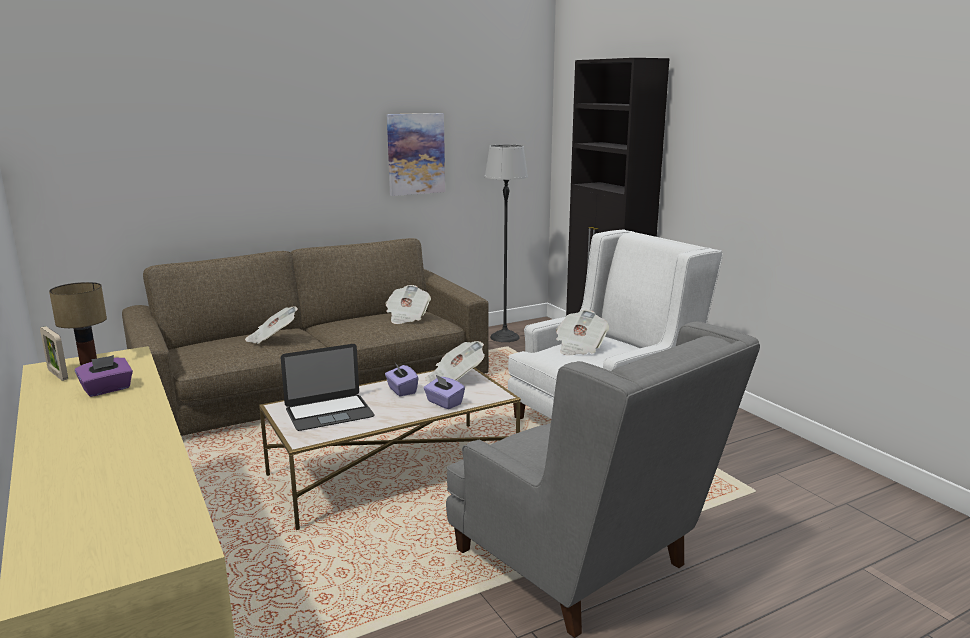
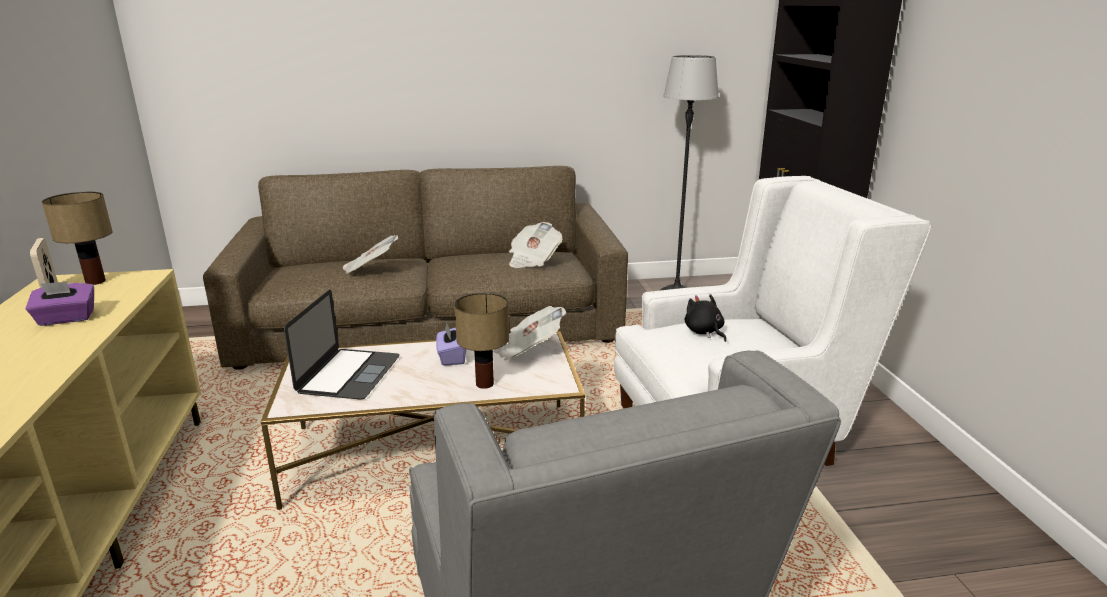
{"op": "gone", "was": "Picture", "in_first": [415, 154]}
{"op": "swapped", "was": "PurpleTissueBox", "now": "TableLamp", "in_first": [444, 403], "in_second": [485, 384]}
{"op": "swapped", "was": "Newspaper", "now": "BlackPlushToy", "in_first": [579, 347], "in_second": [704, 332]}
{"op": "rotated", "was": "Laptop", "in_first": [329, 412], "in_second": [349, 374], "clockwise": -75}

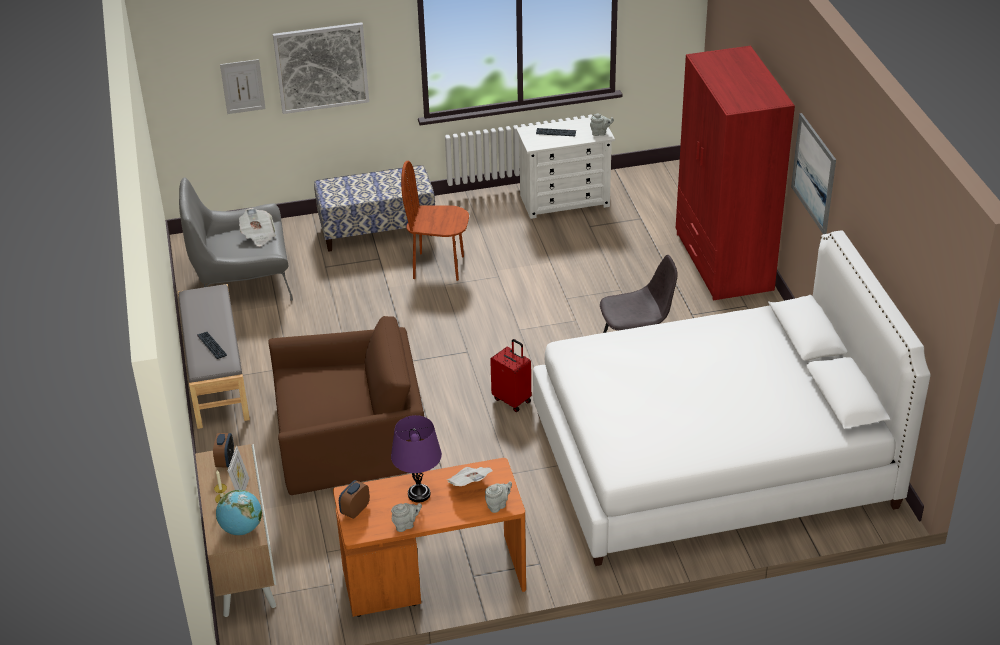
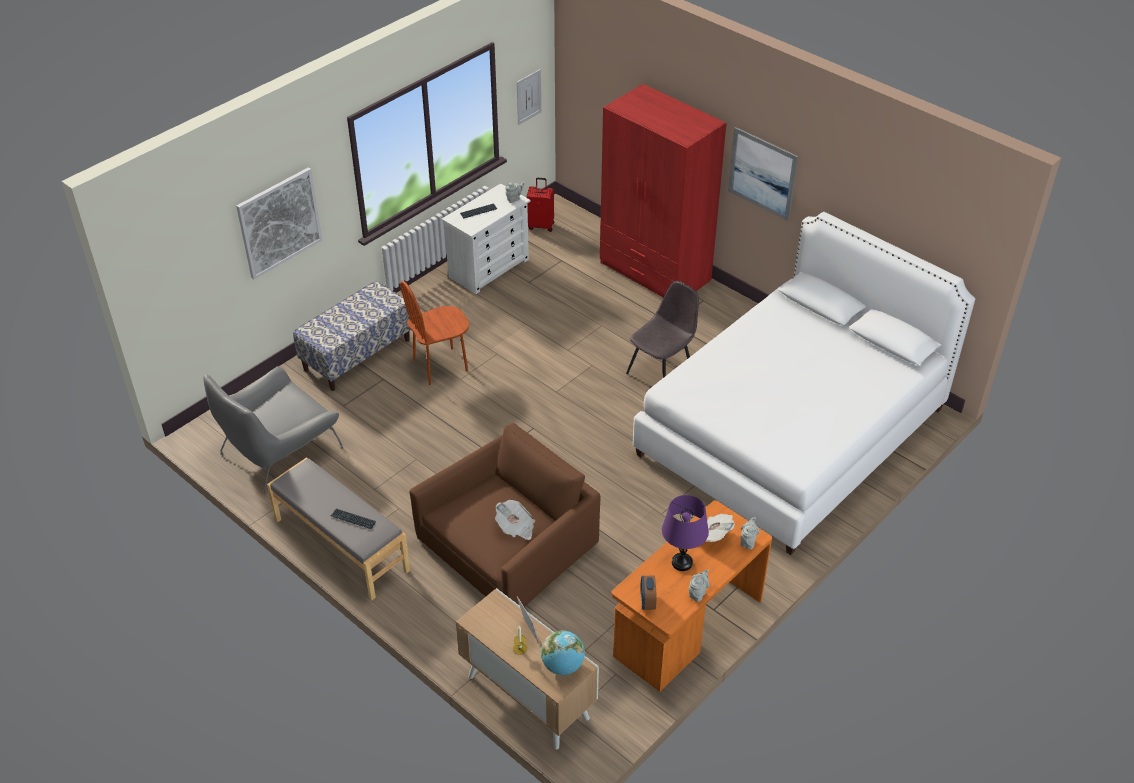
{"op": "gone", "was": "AlarmClock", "in_first": [225, 461]}
{"op": "shifted", "was": "Picture", "in_first": [242, 86], "in_second": [528, 97]}
{"op": "shifted", "was": "Newspaper", "in_first": [258, 235], "in_second": [515, 527]}
{"op": "shifted", "was": "RedSuitcase", "in_first": [512, 400], "in_second": [541, 225]}

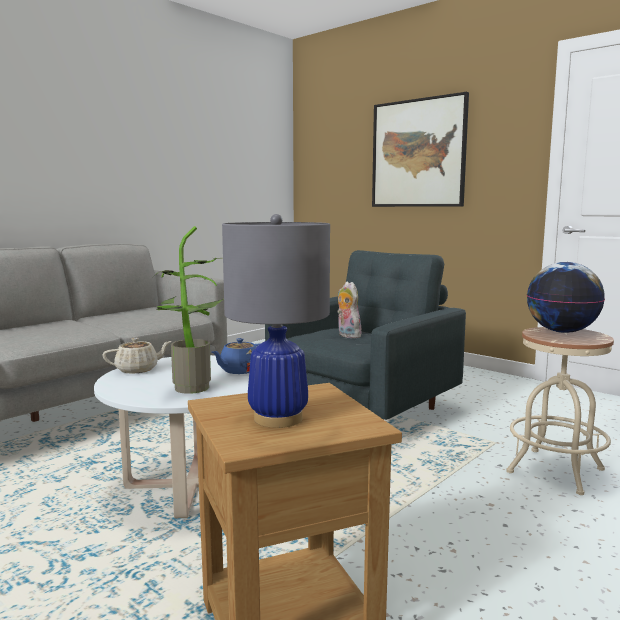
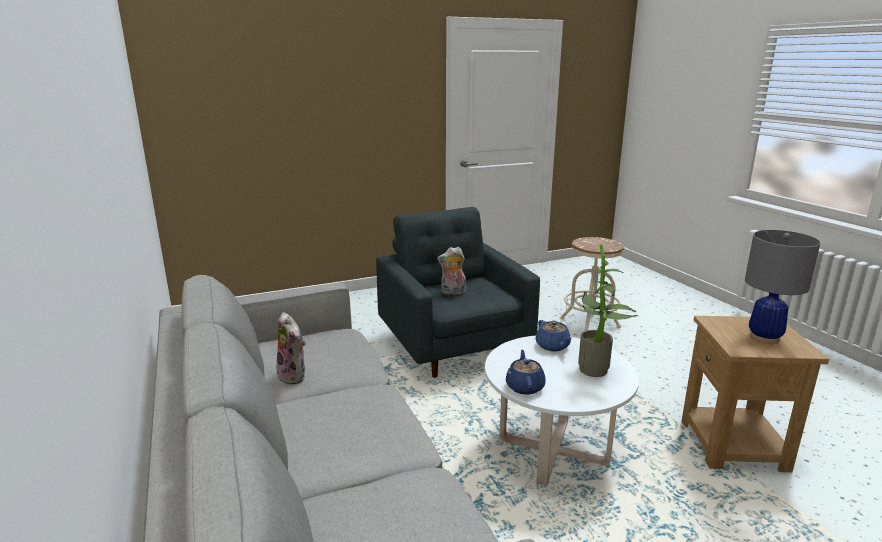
{"op": "gone", "was": "Picture", "in_first": [418, 153]}
{"op": "gone", "was": "Globe", "in_first": [562, 331]}
{"op": "new", "now": "PlushToy", "in_second": [294, 376]}
{"op": "repainted", "was": "BeigeTeapot", "now": "BlueTeapot", "in_first": [138, 369], "in_second": [525, 386]}

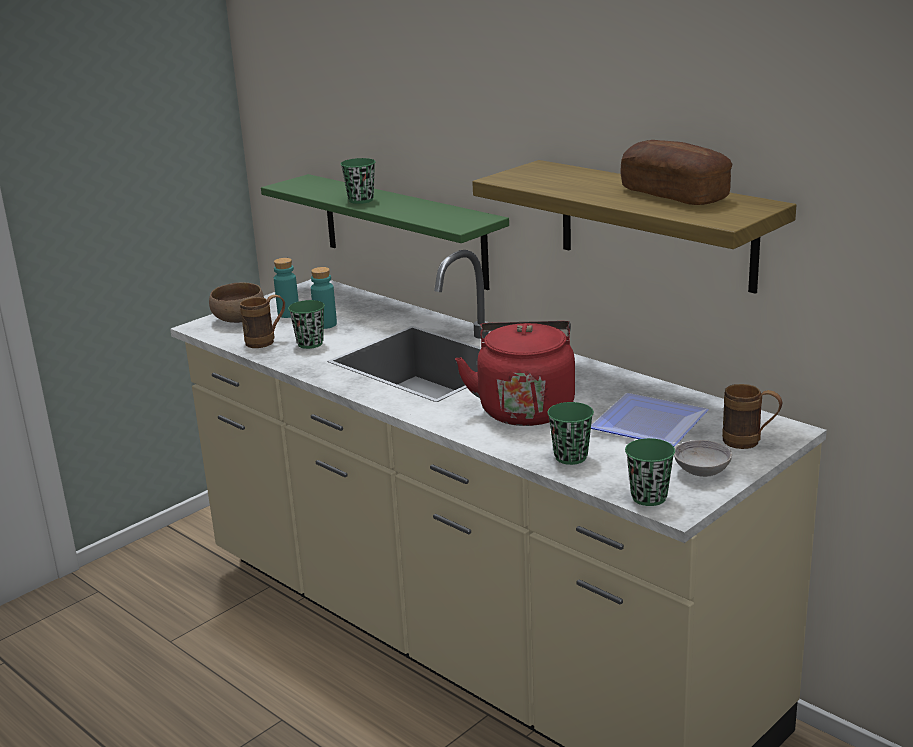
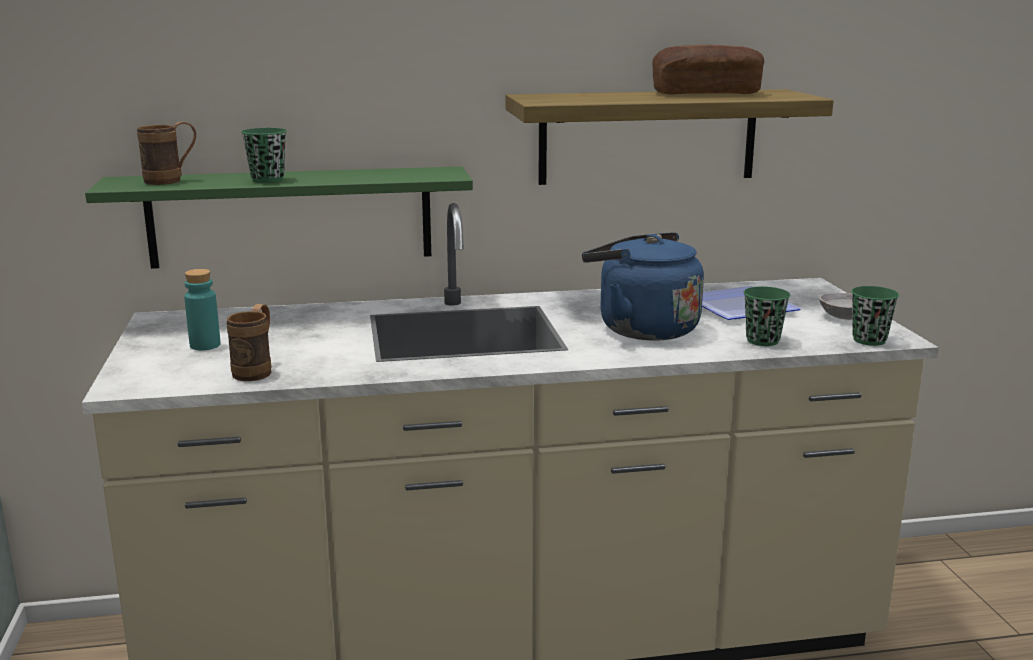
{"op": "gone", "was": "BrownBowl", "in_first": [239, 320]}
{"op": "gone", "was": "GreenCup", "in_first": [310, 344]}
{"op": "gone", "was": "TurquoiseBottle", "in_first": [325, 324]}
{"op": "shifted", "was": "BrownMug", "in_first": [750, 442], "in_second": [172, 181]}
{"op": "repainted", "was": "RedKettle", "now": "BlueKettle", "in_first": [525, 408], "in_second": [642, 329]}

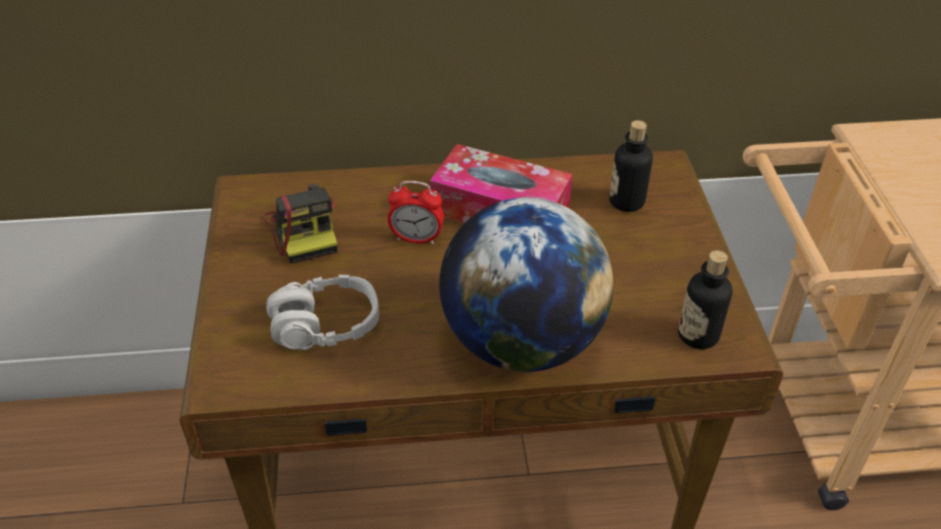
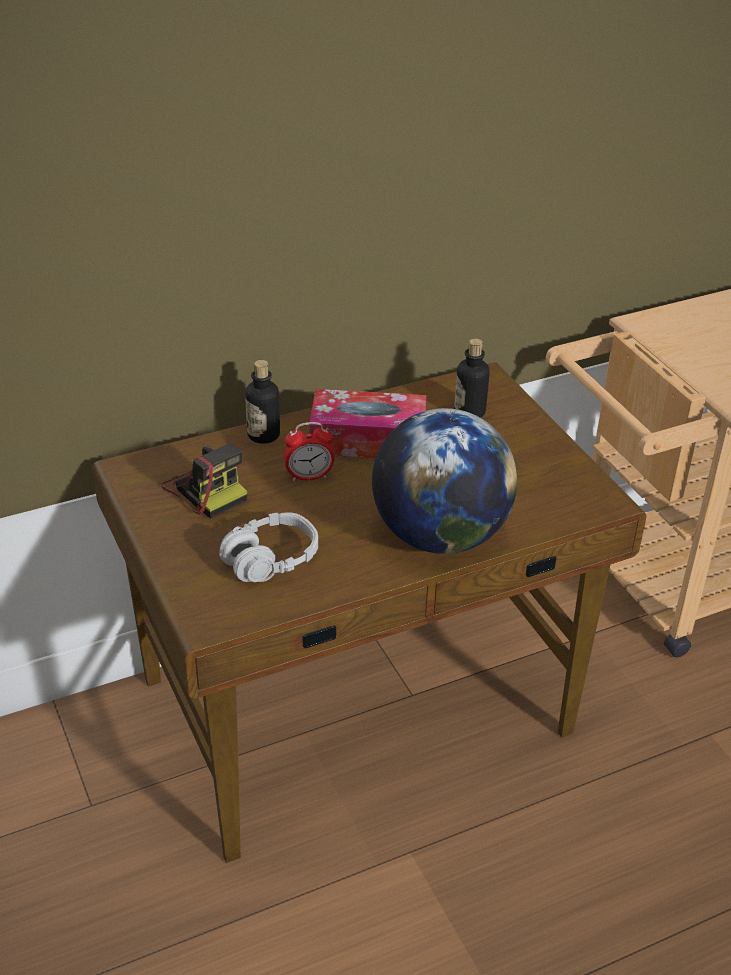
{"op": "shifted", "was": "Bottle", "in_first": [698, 335], "in_second": [263, 435]}

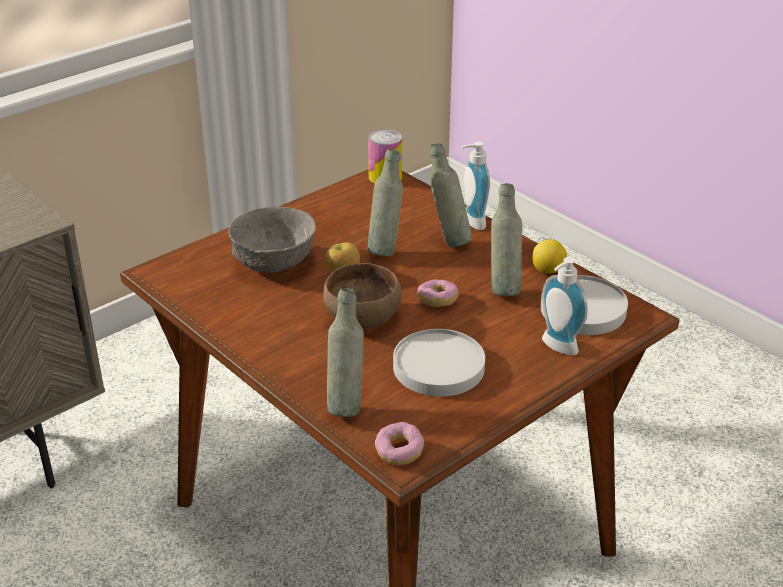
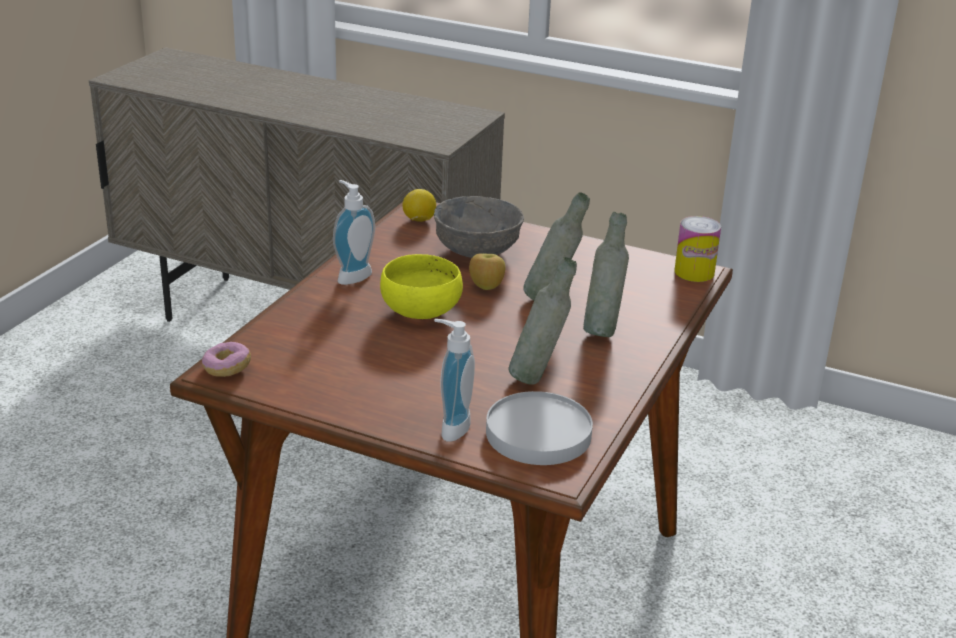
{"op": "gone", "was": "GreyBottle", "in_first": [346, 404]}
{"op": "gone", "was": "WhitePlate", "in_first": [439, 367]}
{"op": "gone", "was": "Donut", "in_first": [437, 300]}
{"op": "shifted", "was": "SoapDispenser", "in_first": [471, 222], "in_second": [351, 276]}
{"op": "shifted", "was": "Lemon", "in_first": [548, 271], "in_second": [419, 220]}
{"op": "repainted", "was": "BrownBowl", "now": "YellowBowl", "in_first": [361, 318], "in_second": [421, 311]}

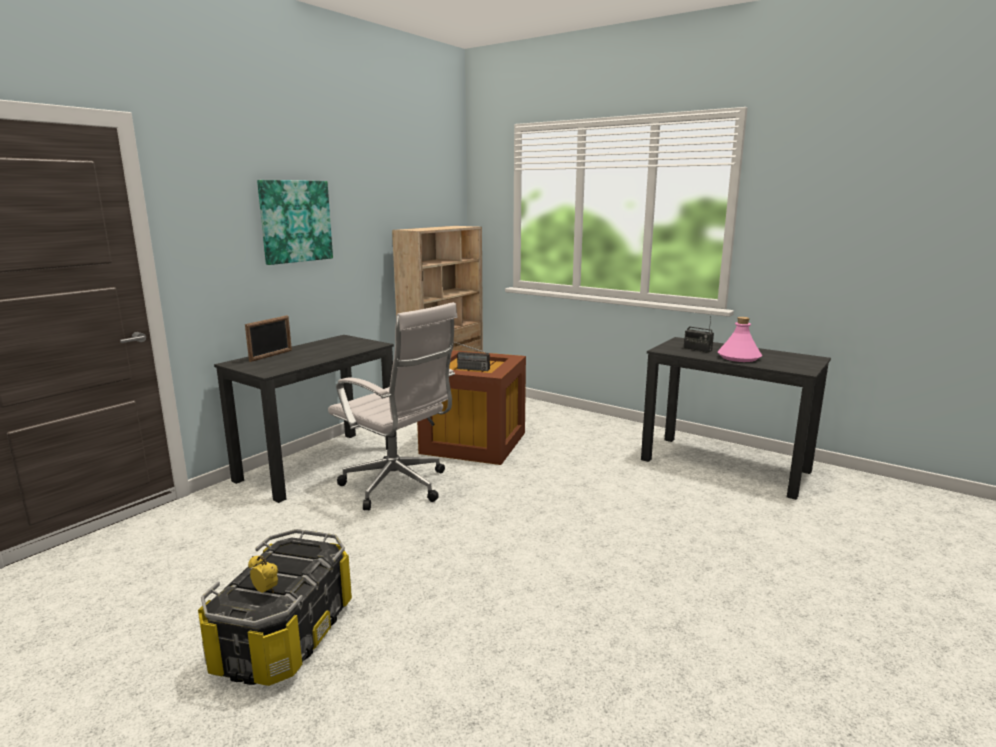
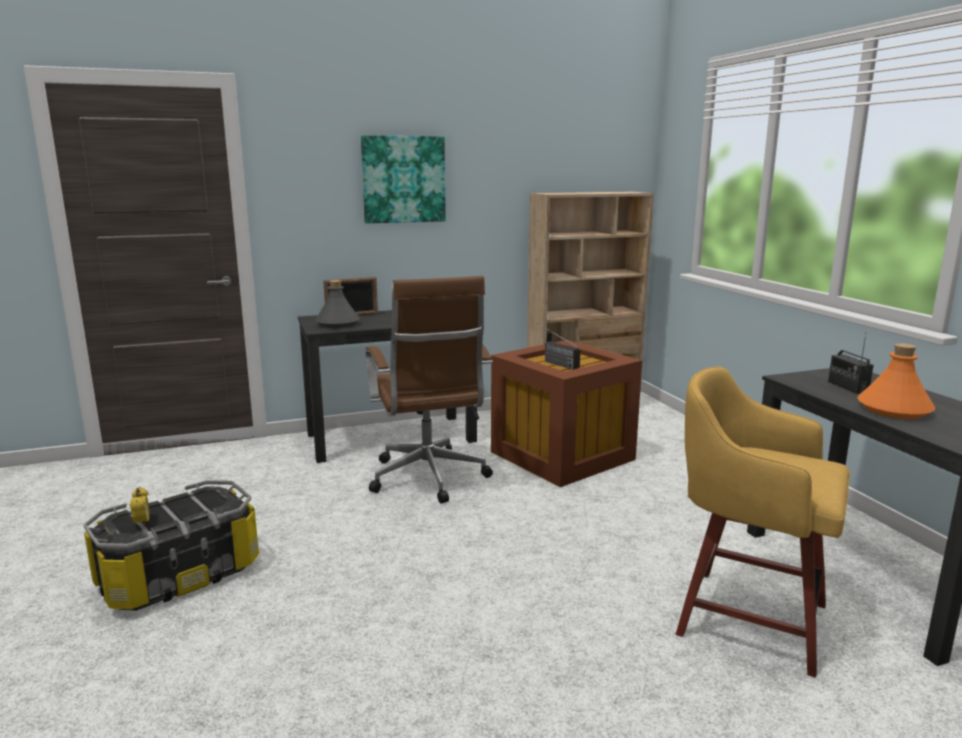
{"op": "new", "now": "GreyBottle", "in_second": [337, 324]}
{"op": "new", "now": "YellowStool", "in_second": [746, 617]}
{"op": "repainted", "was": "WhiteOfficeChair", "now": "BrownOfficeChair", "in_first": [398, 487], "in_second": [429, 479]}
{"op": "repainted", "was": "PinkBottle", "now": "OrangeBottle", "in_first": [738, 357], "in_second": [893, 409]}

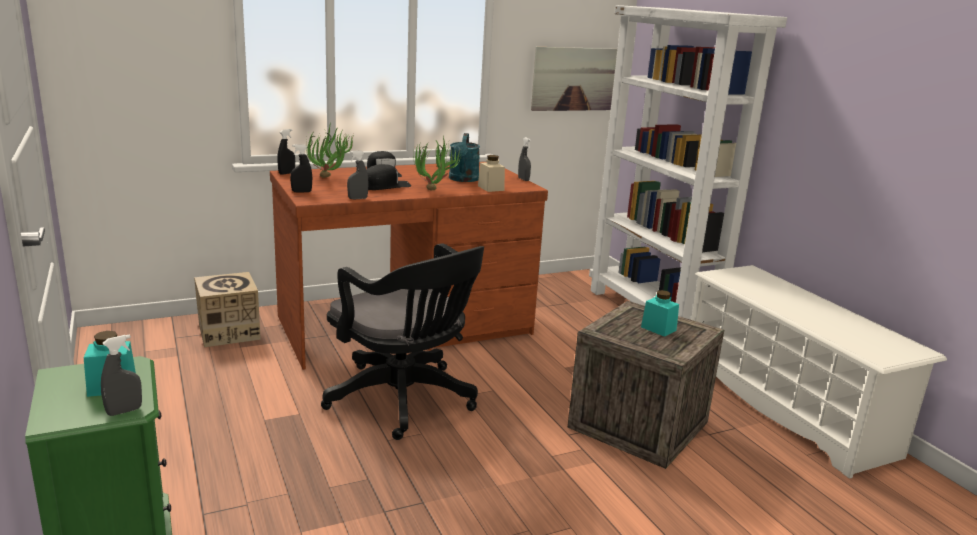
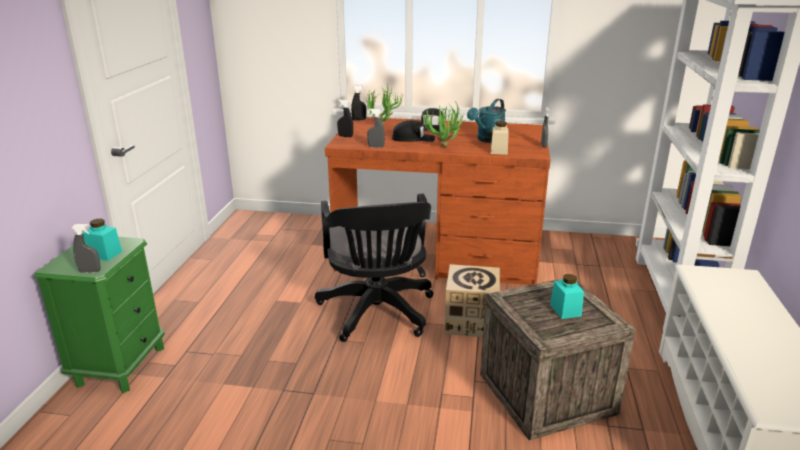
{"op": "gone", "was": "Picture", "in_first": [573, 79]}
{"op": "shifted", "was": "CardboardBox", "in_first": [228, 332], "in_second": [471, 321]}

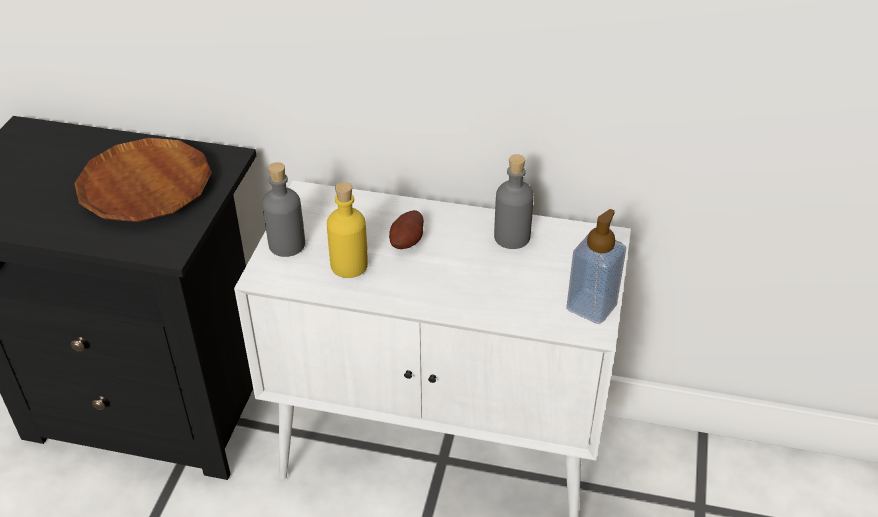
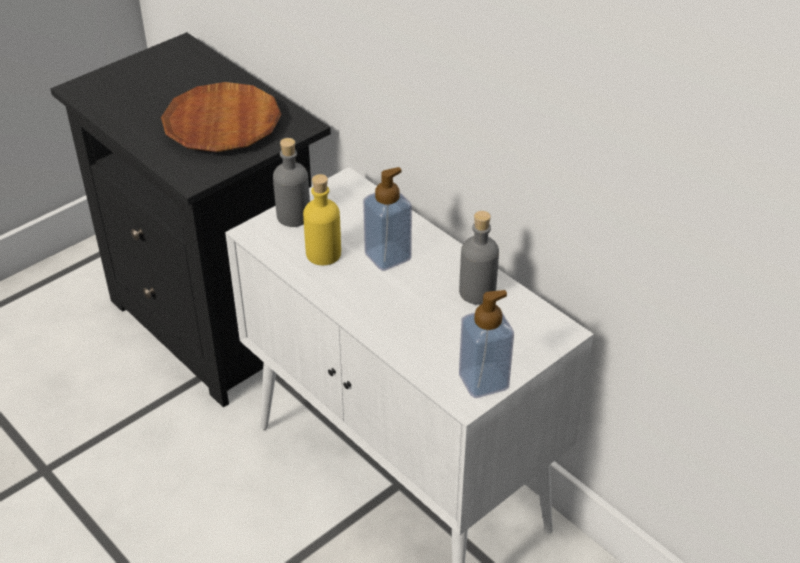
{"op": "swapped", "was": "Potato", "now": "SoapDispenser", "in_first": [408, 242], "in_second": [387, 256]}

